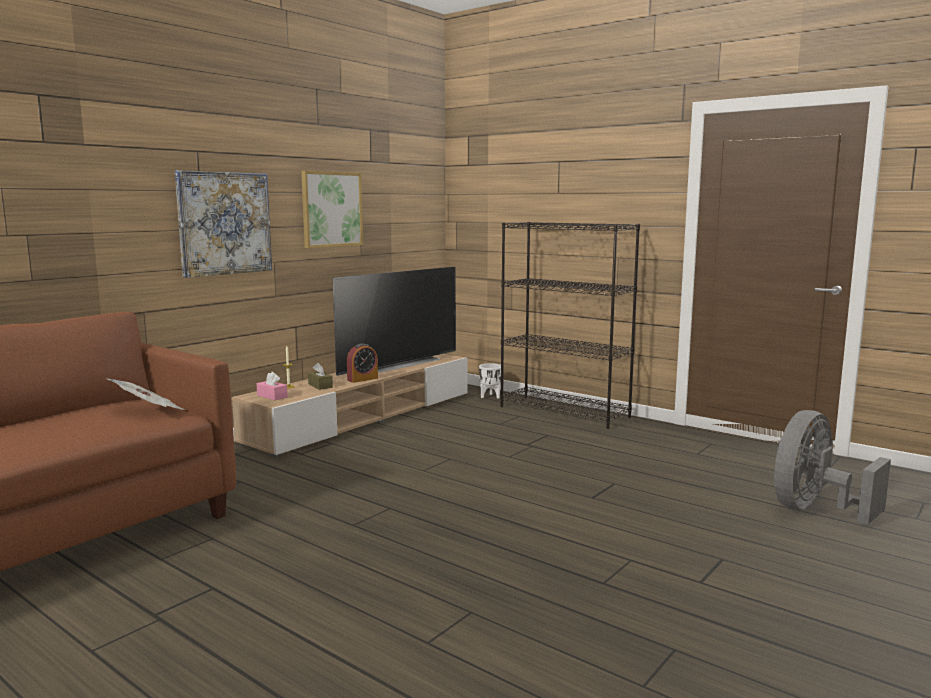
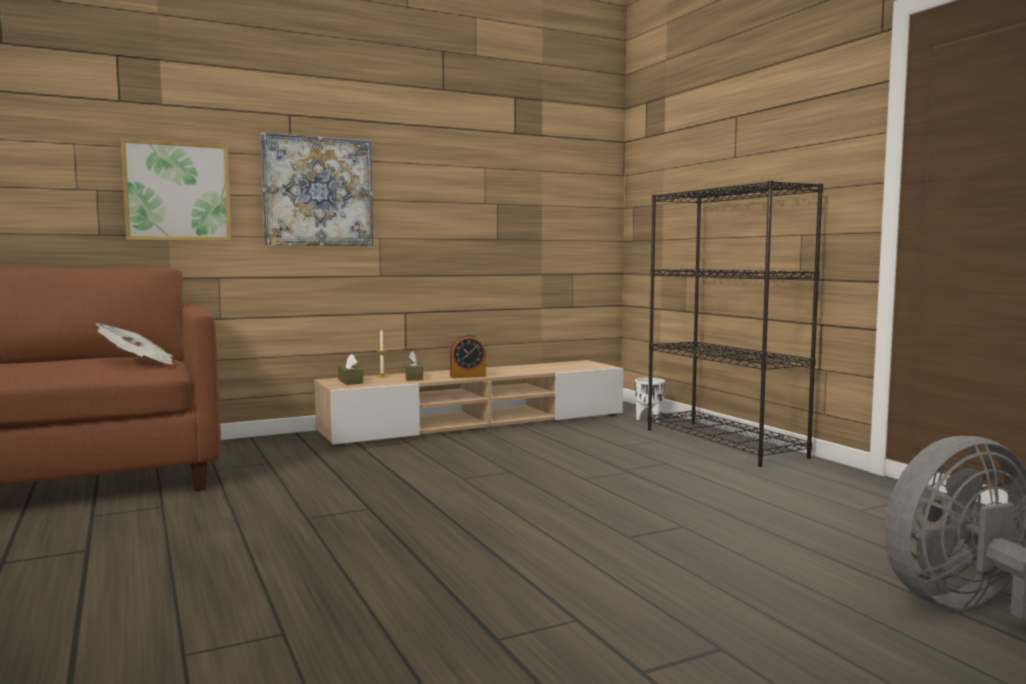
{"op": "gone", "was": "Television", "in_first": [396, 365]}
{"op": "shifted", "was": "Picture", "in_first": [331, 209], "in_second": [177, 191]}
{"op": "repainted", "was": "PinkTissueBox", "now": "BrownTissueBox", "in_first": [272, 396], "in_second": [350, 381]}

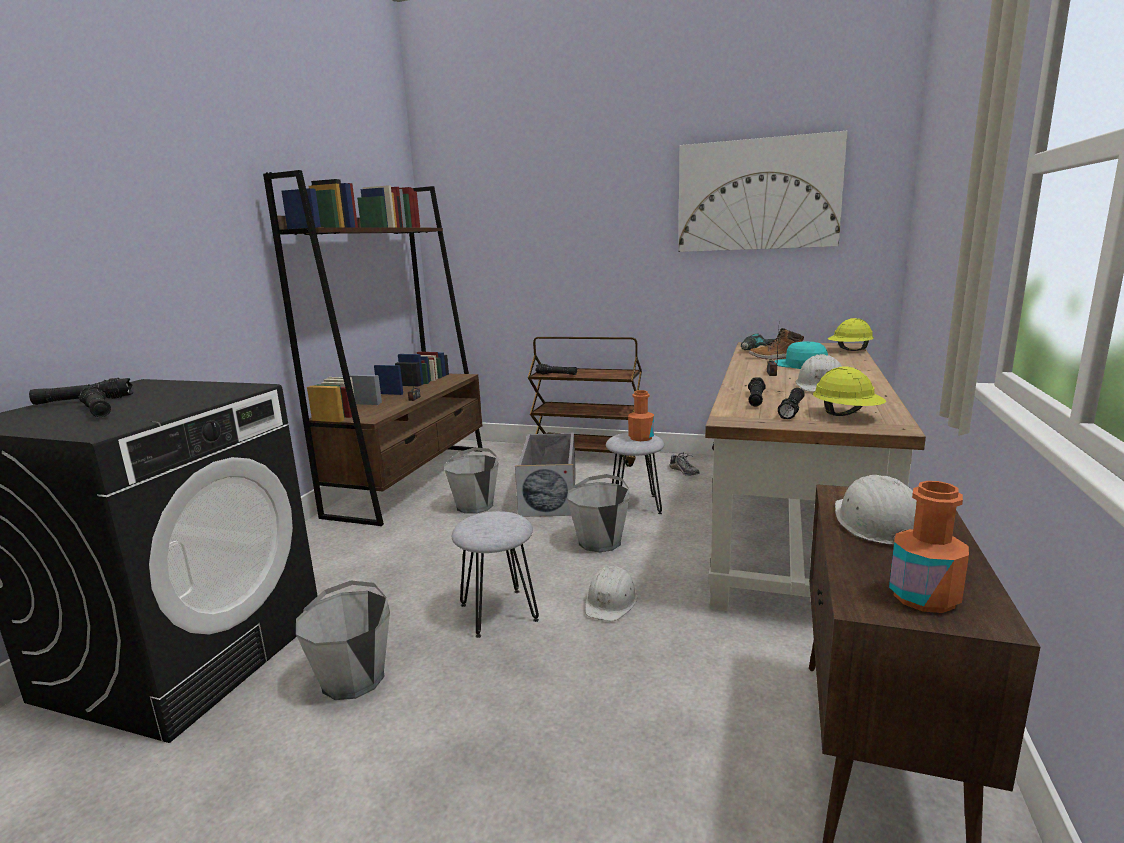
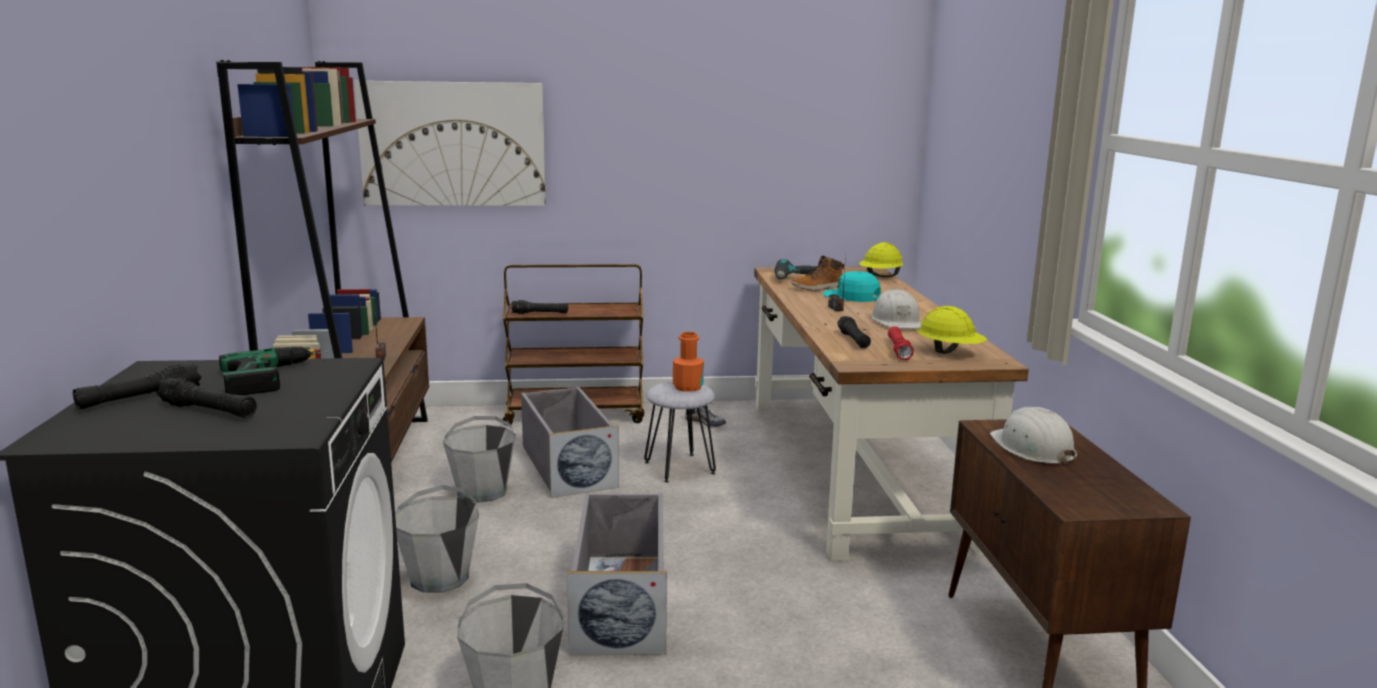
{"op": "gone", "was": "WhiteHardHat", "in_first": [611, 601]}
{"op": "gone", "was": "OrangeBottle", "in_first": [923, 597]}
{"op": "new", "now": "PowerDrill", "in_second": [280, 376]}
{"op": "shifted", "was": "GreyBucket", "in_first": [600, 541], "in_second": [439, 577]}
{"op": "shifted", "was": "Picture", "in_first": [758, 195], "in_second": [453, 144]}
{"op": "swapped", "was": "GreyStool", "now": "GreyStorageBox", "in_first": [499, 612], "in_second": [620, 602]}
{"op": "repainted", "was": "BlackFlashlight", "now": "RedFlashlight", "in_first": [792, 410], "in_second": [898, 350]}

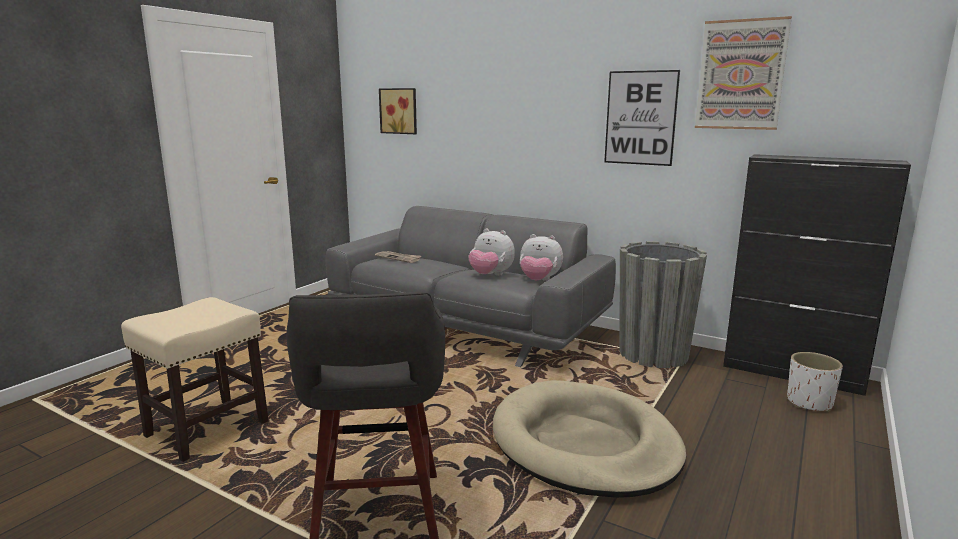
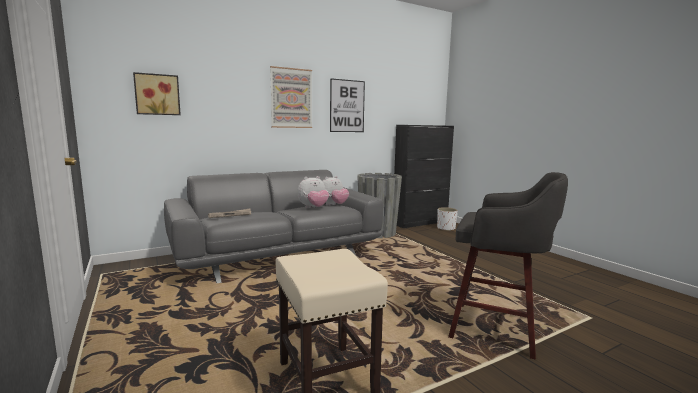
{"op": "gone", "was": "BeigeDogBed", "in_first": [584, 444]}
{"op": "shifted", "was": "Picture", "in_first": [741, 75], "in_second": [291, 98]}

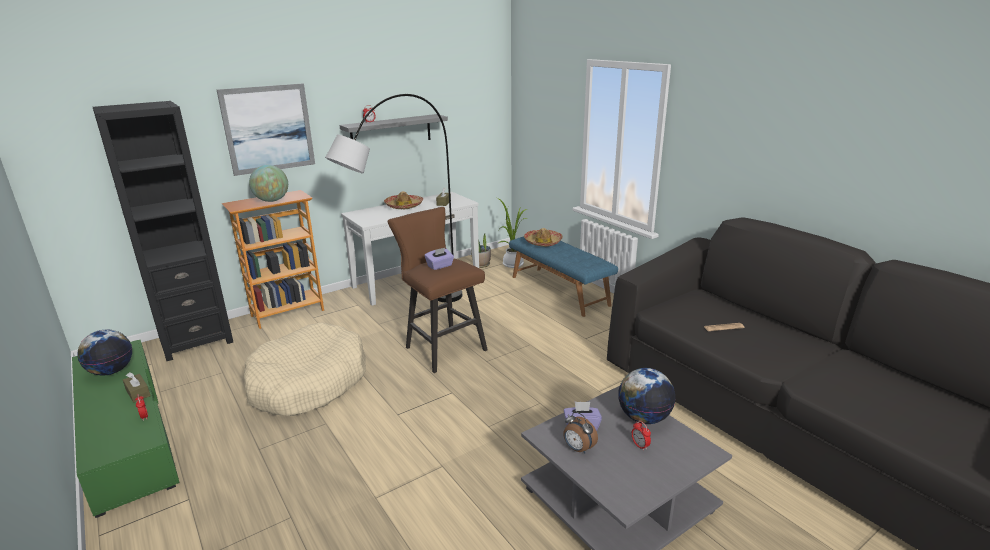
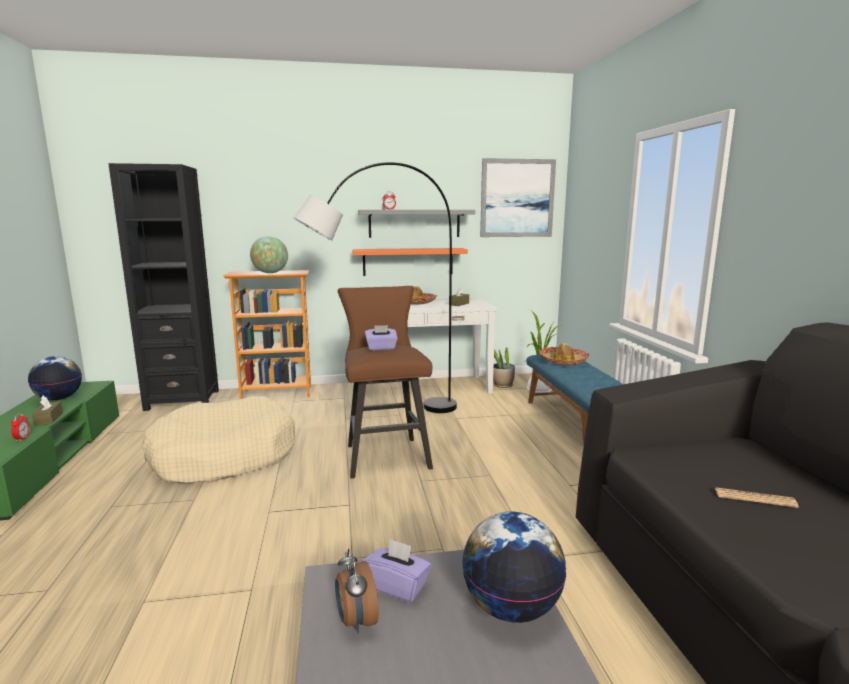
{"op": "gone", "was": "AlarmClock", "in_first": [640, 446]}
{"op": "new", "now": "OrangeShelf", "in_second": [408, 261]}
{"op": "shifted", "was": "Picture", "in_first": [268, 129], "in_second": [517, 198]}

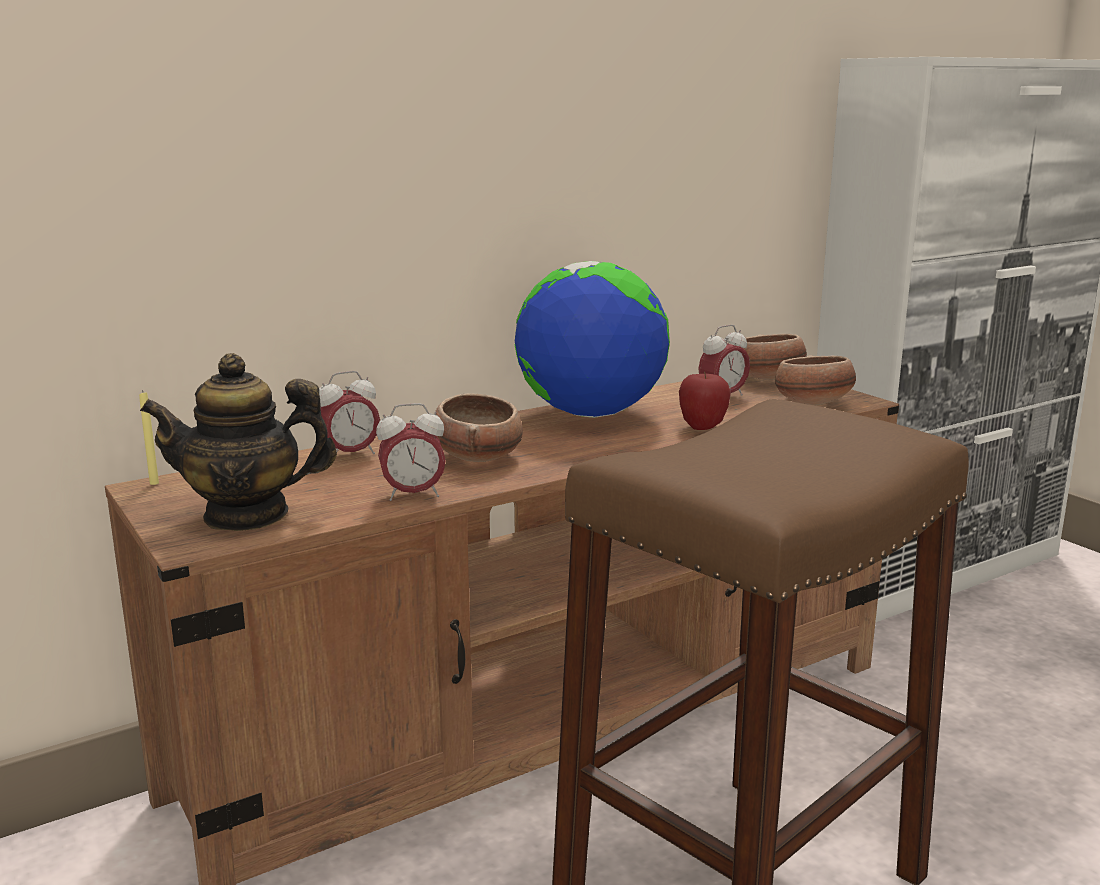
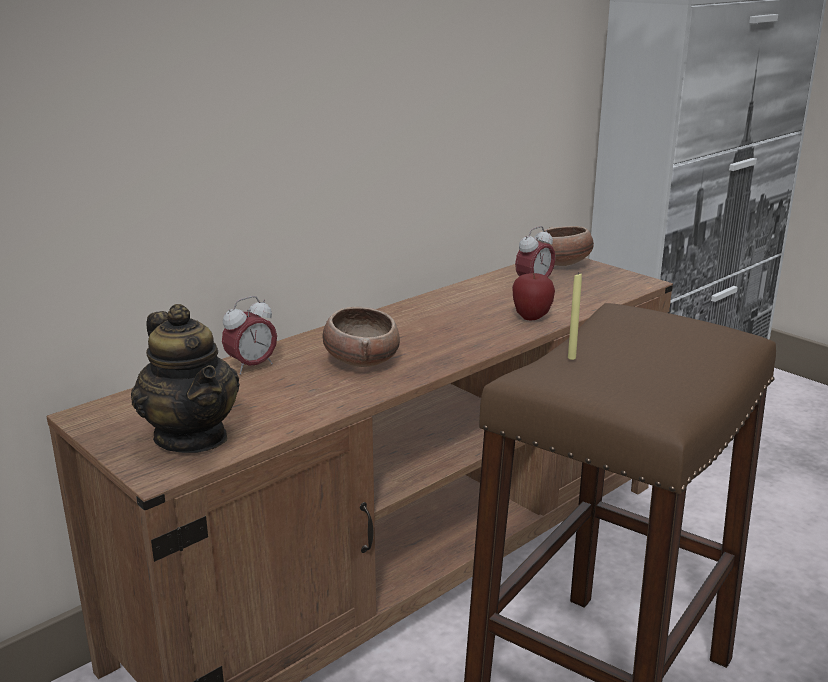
{"op": "gone", "was": "AlarmClock", "in_first": [413, 495]}
{"op": "gone", "was": "Globe", "in_first": [590, 414]}
{"op": "gone", "was": "Bowl", "in_first": [813, 404]}
{"op": "shifted", "was": "YellowCandle", "in_first": [154, 483], "in_second": [571, 358]}
{"op": "rotated", "was": "Teapot", "in_first": [247, 515], "in_second": [192, 437], "clockwise": -105}

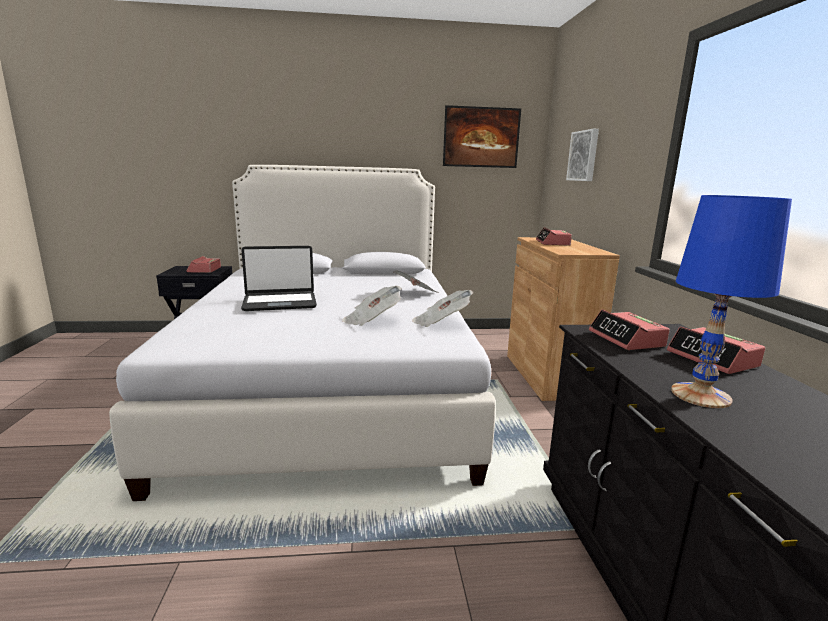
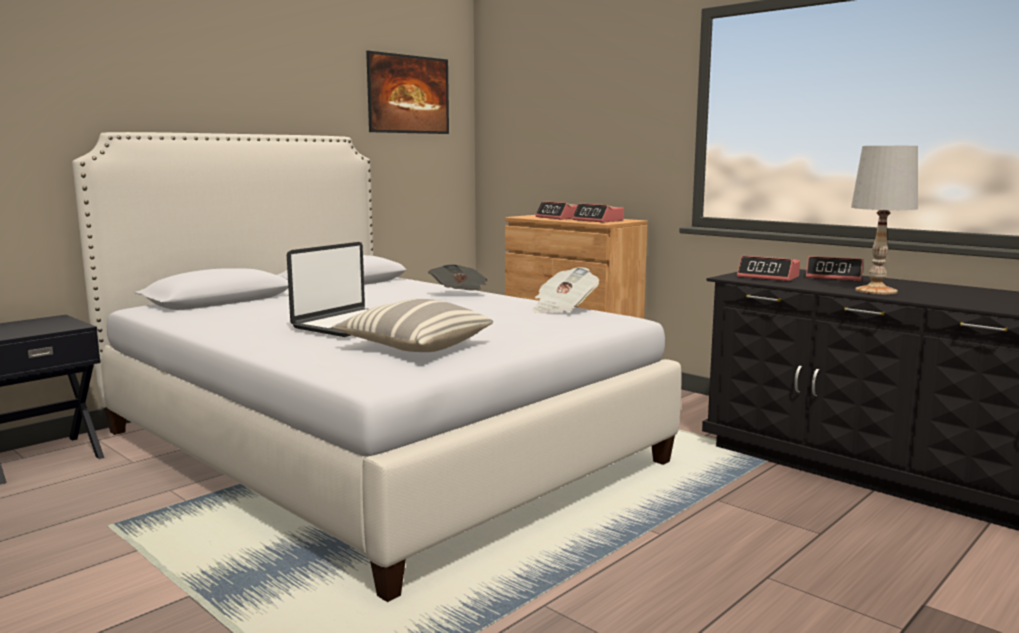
{"op": "gone", "was": "Newspaper", "in_first": [372, 320]}
{"op": "gone", "was": "Picture", "in_first": [584, 156]}
{"op": "new", "now": "Pillow", "in_second": [414, 346]}
{"op": "shifted", "was": "AlarmClock", "in_first": [204, 270], "in_second": [598, 221]}
{"op": "repainted", "was": "BlueTableLamp", "now": "WhiteTableLamp", "in_first": [701, 395], "in_second": [876, 291]}

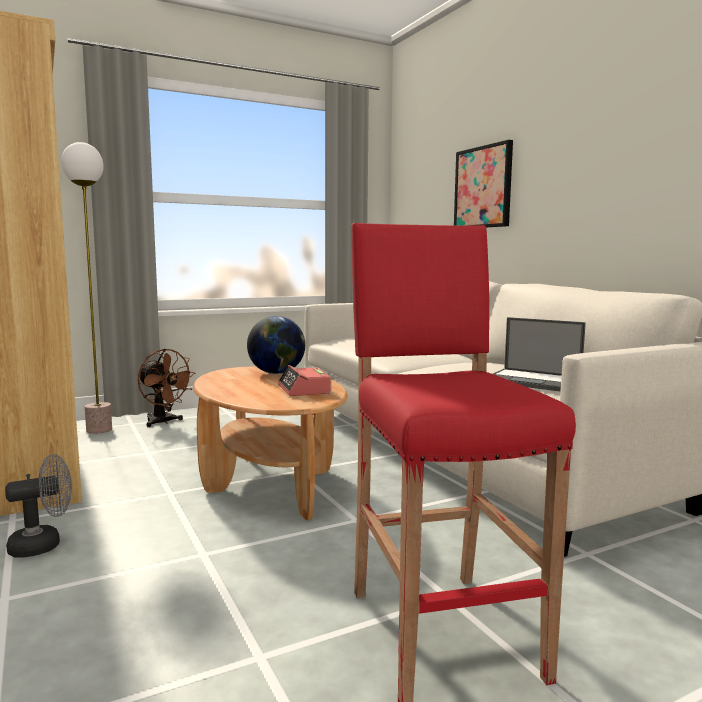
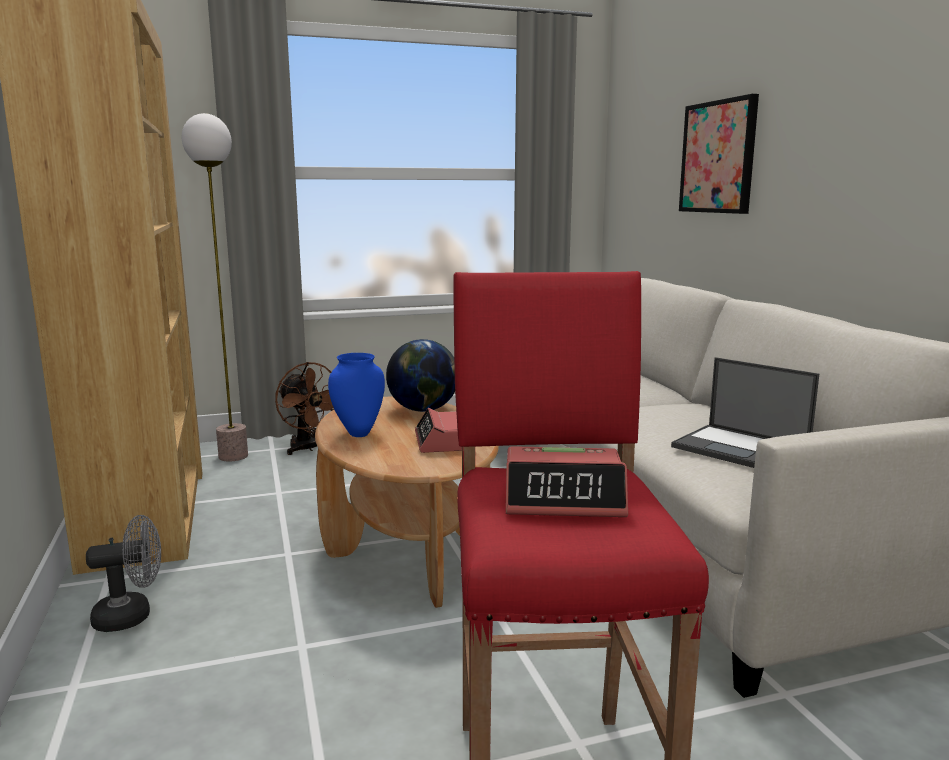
{"op": "new", "now": "BlueVase", "in_second": [359, 434]}
{"op": "new", "now": "AlarmClock", "in_second": [564, 498]}

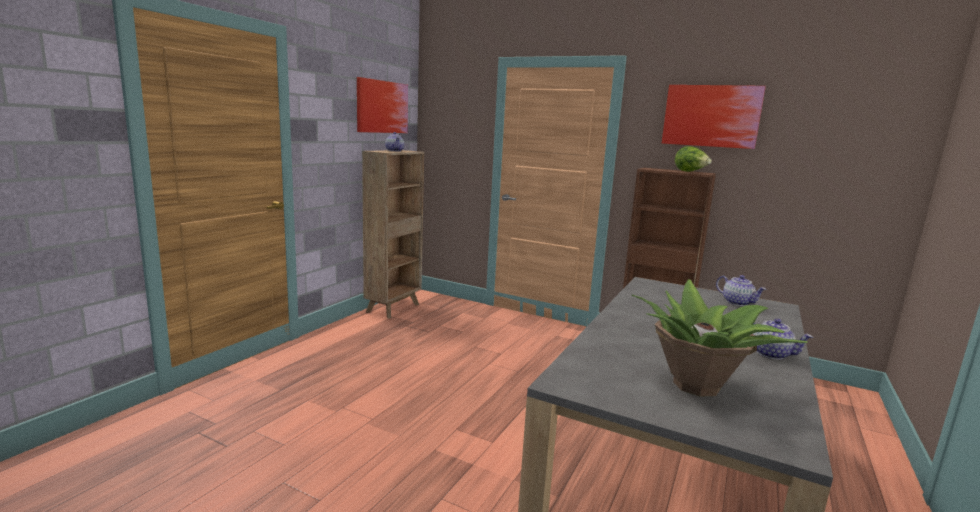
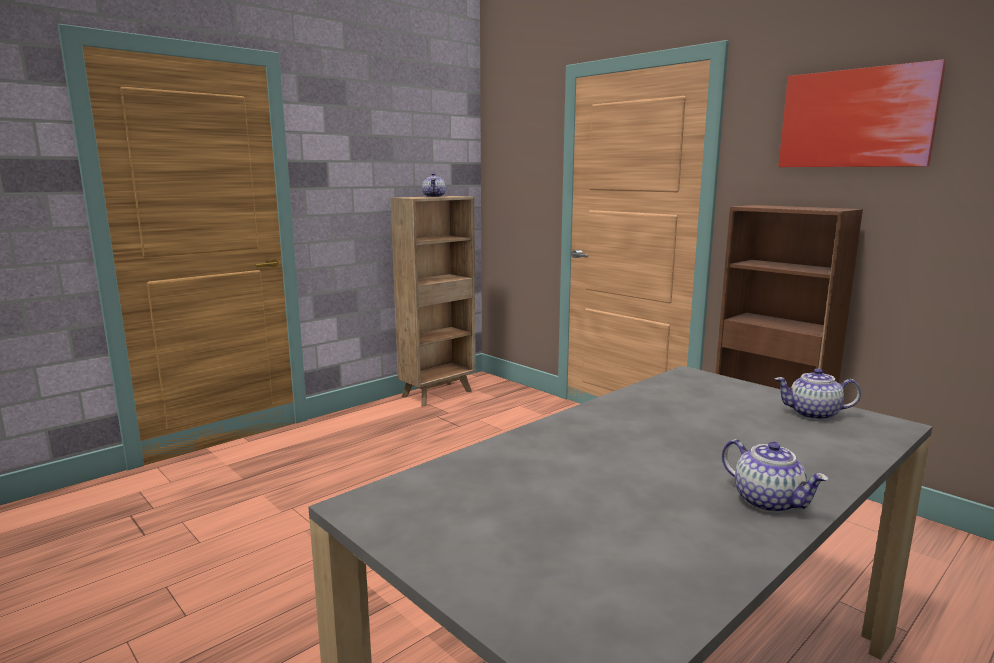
{"op": "gone", "was": "Picture", "in_first": [382, 107]}
{"op": "gone", "was": "PottedPlant", "in_first": [698, 385]}
{"op": "gone", "was": "Lettuce", "in_first": [690, 172]}
{"op": "rotated", "was": "Teapot", "in_first": [738, 302], "in_second": [813, 414], "clockwise": 120}

